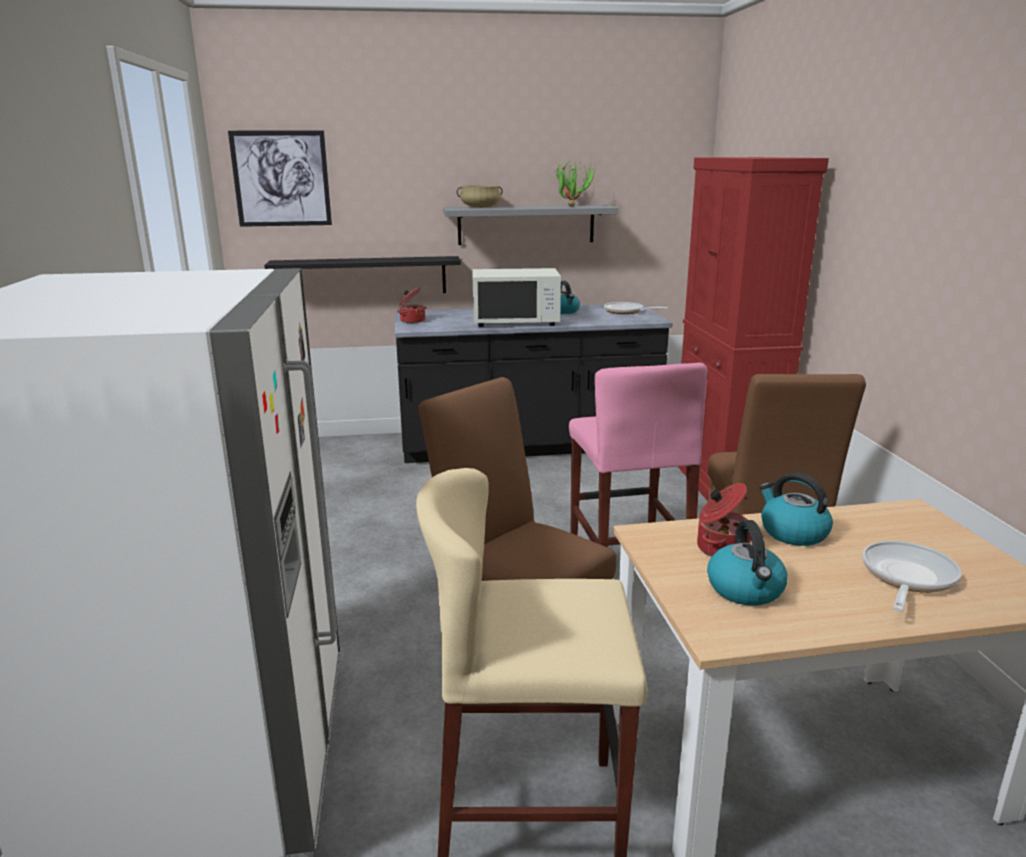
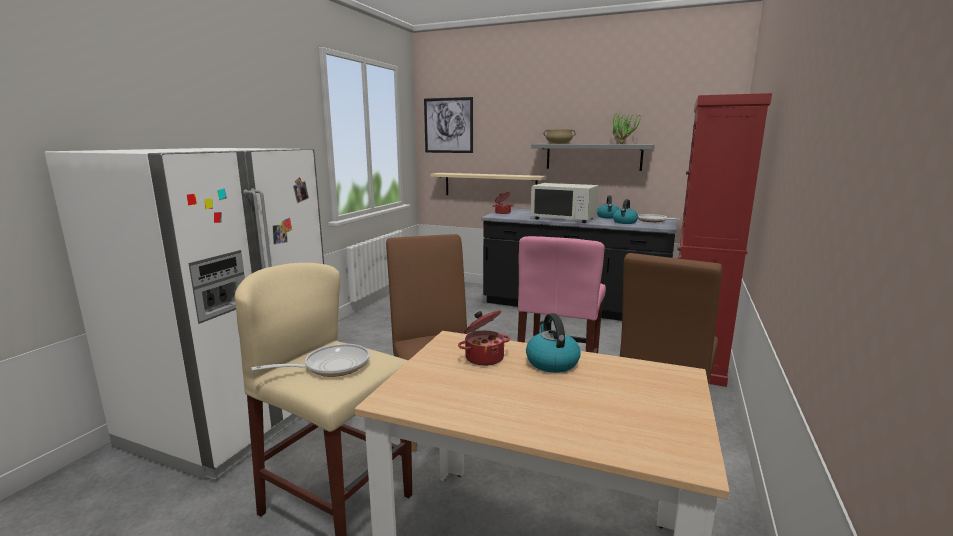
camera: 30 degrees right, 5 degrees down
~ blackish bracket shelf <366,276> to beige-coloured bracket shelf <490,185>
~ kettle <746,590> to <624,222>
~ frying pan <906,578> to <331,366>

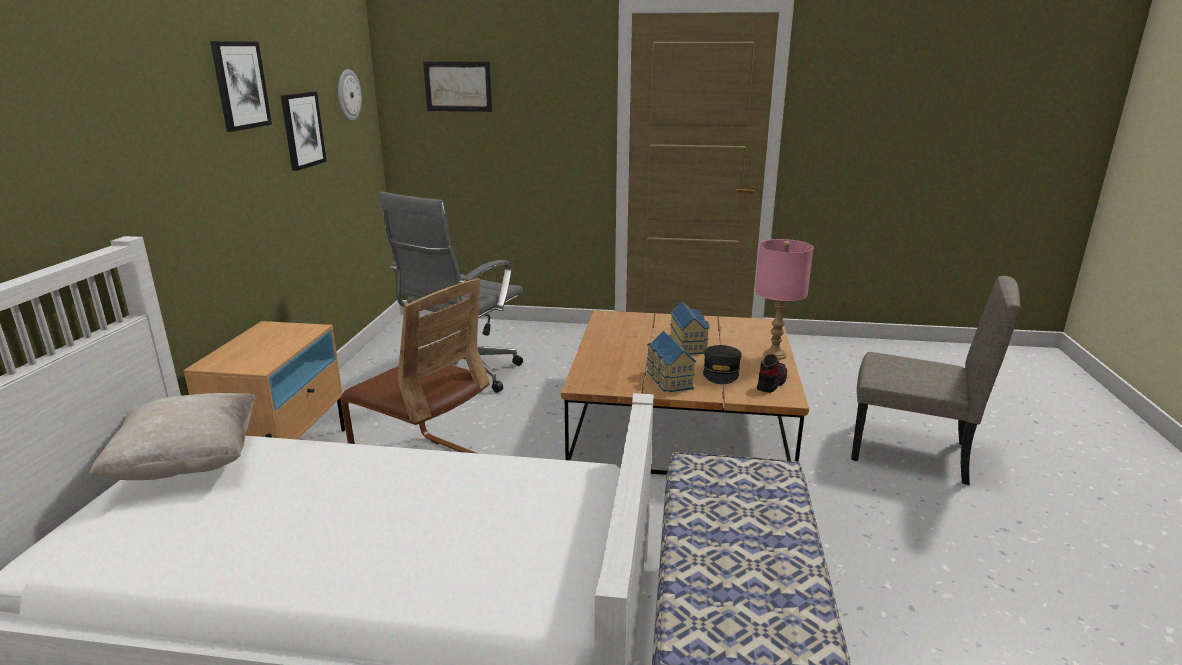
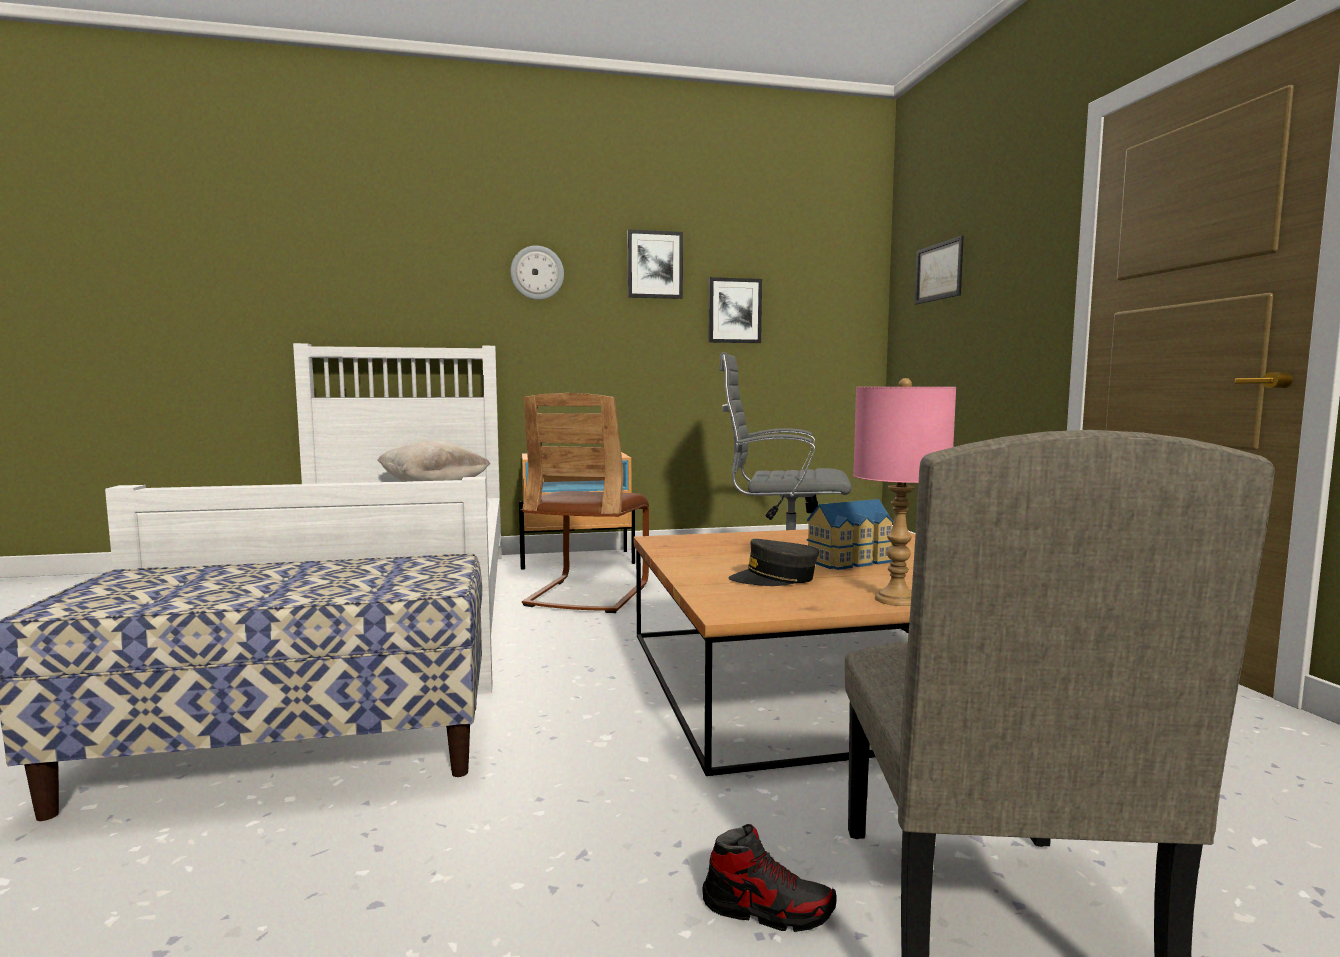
camera: 70 degrees right, 15 degrees down
~ clock on the wall <348,95> to <537,273>
- toy house <668,379>
~ item of footwear <771,383> to <767,909>

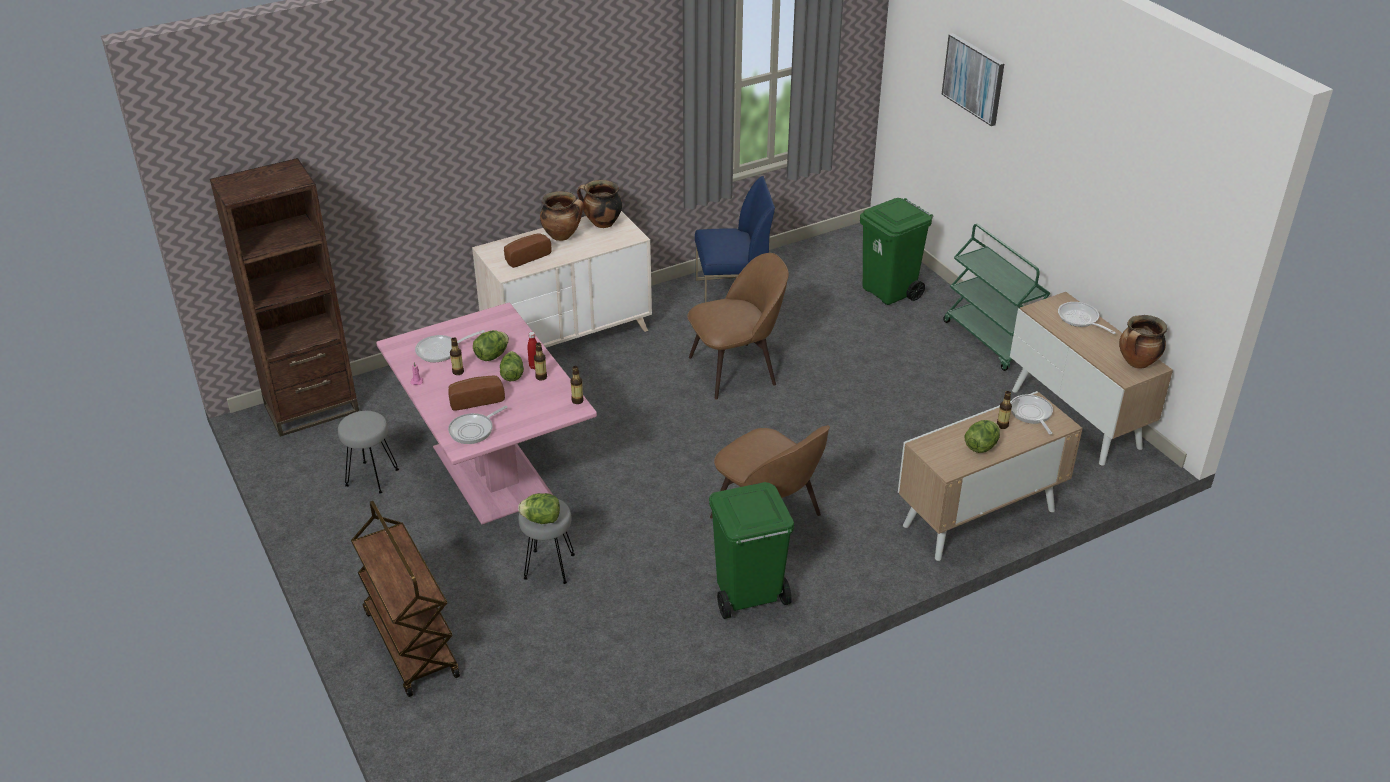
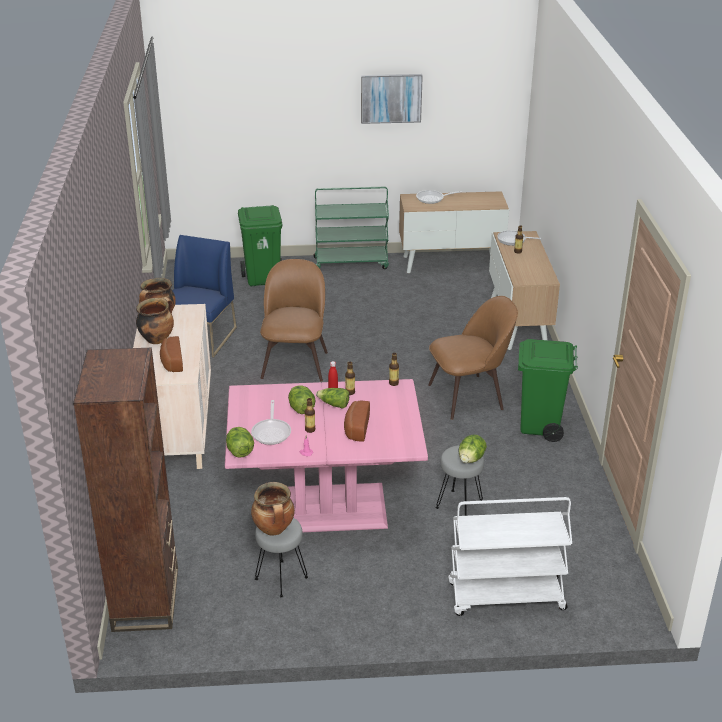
camera: 65 degrees left, 5 degrees down
~ brownish wheeled cart <410,643> to white-coloured wheeled cart <505,597>
- frying pan <474,430>
~ wall art <974,78> to <391,98>
~ lettuce <981,446> to <240,451>
~ saucepot <1137,363> to <274,529>

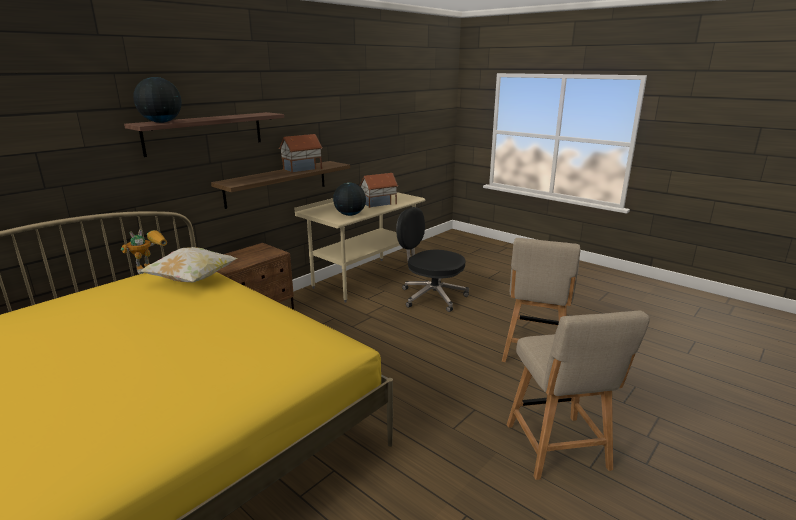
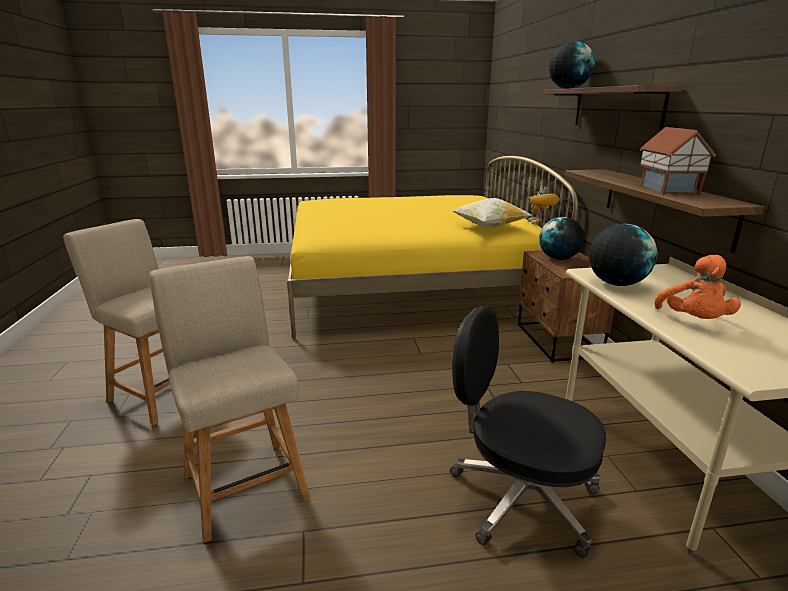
camera: 130 degrees right, 0 degrees up
~ toy house <379,204> to orangey cuddly toy <693,321>
~ blackish desk chair <431,296> = <520,497> 135 degrees counterclockwise
+ globe <559,258>

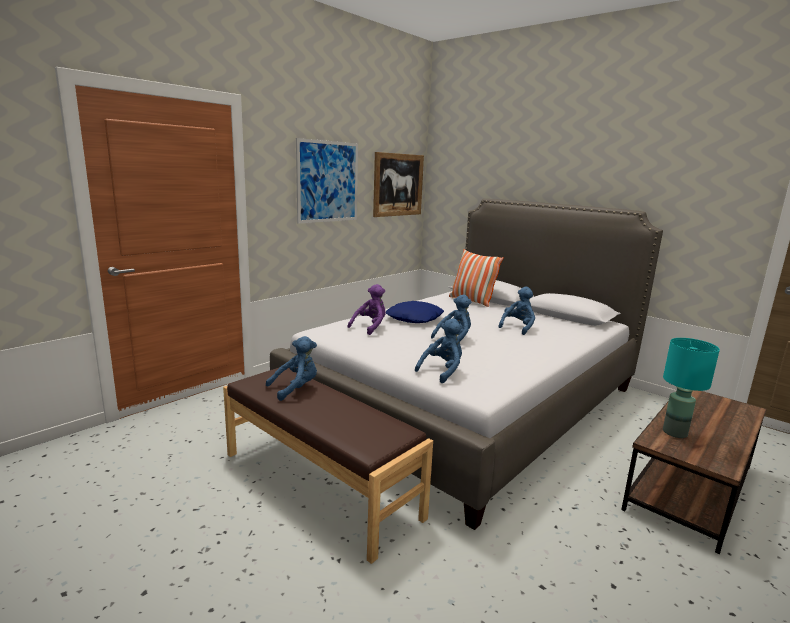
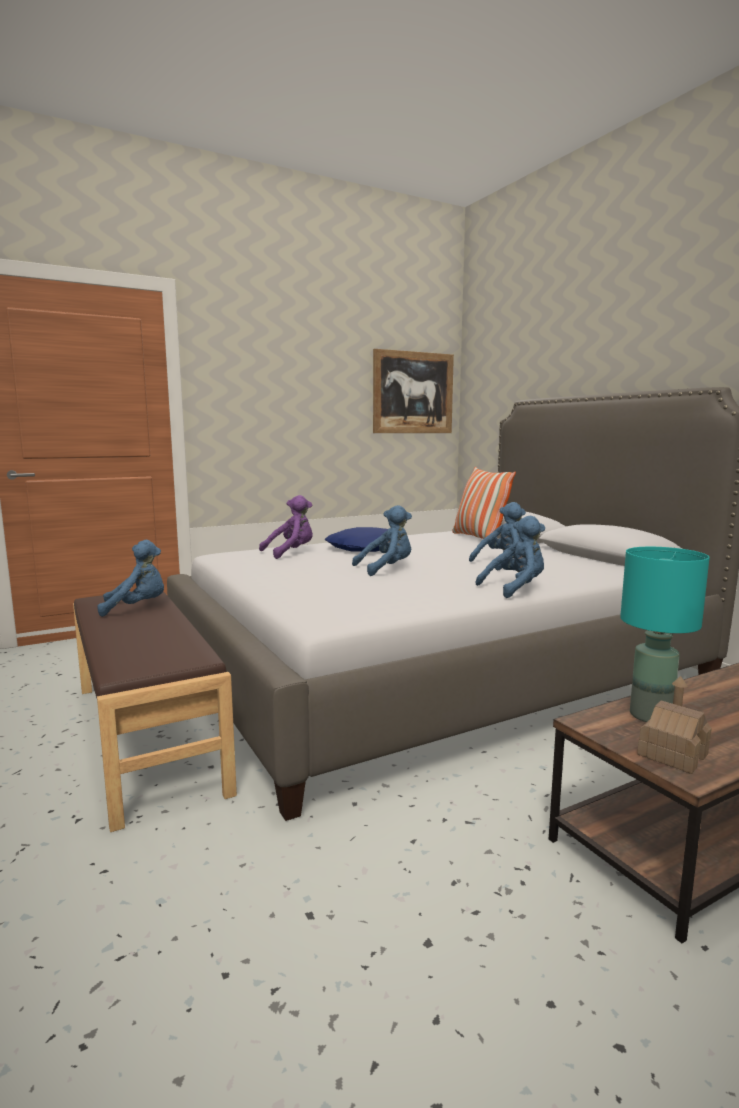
camera: 20 degrees right, 5 degrees down
- wall art <328,182>
~ blue cuddly toy <442,371> to <515,588>
+ toy house <672,754>

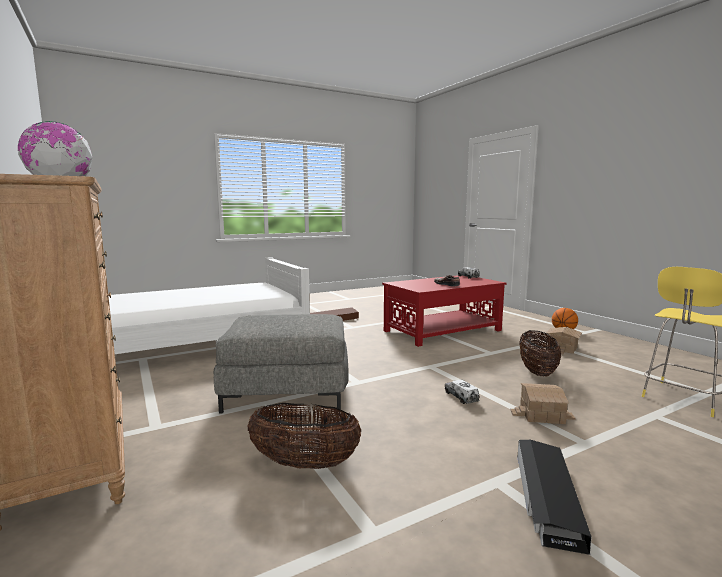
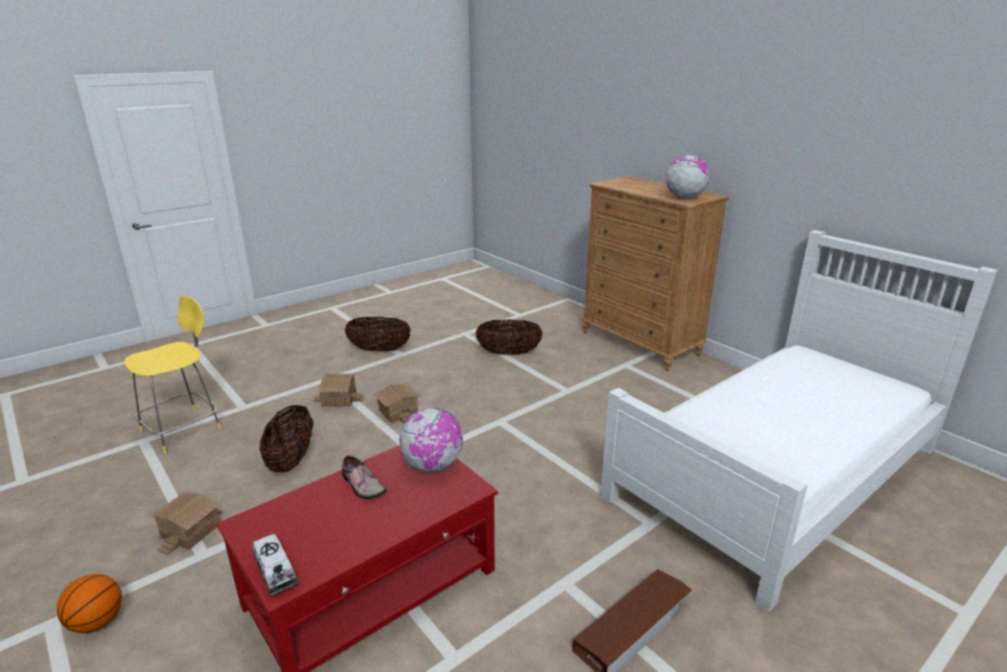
camera: 170 degrees right, 15 degrees up
- gray pouffe <285,391>
~ toy truck <461,397> to toy house <399,411>
~ blackish storage box <547,498> to basket <379,350>
+ globe <433,465>

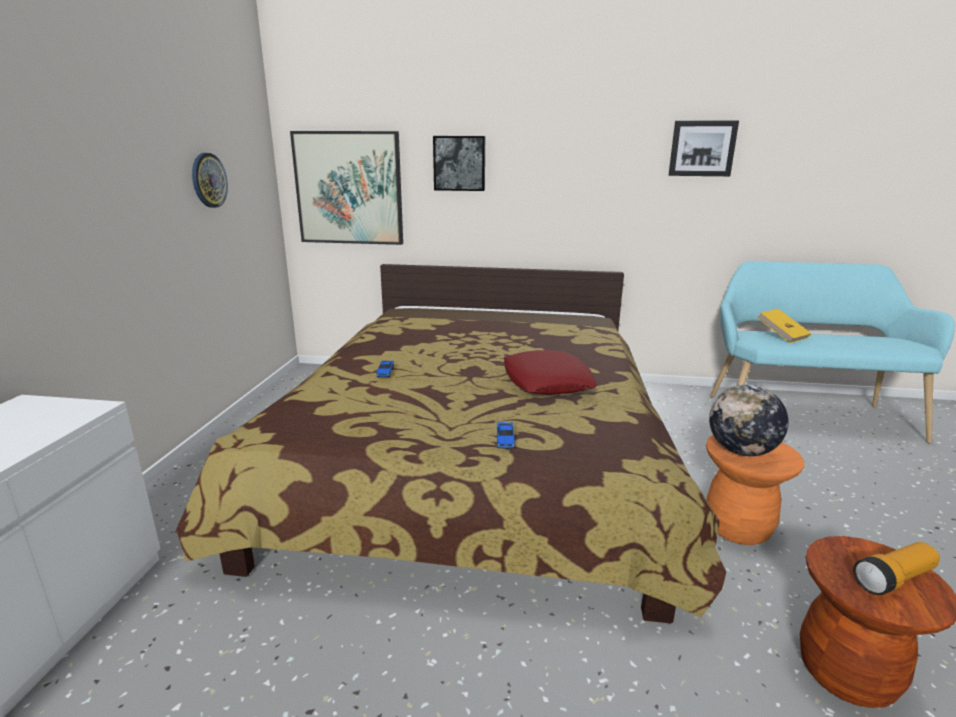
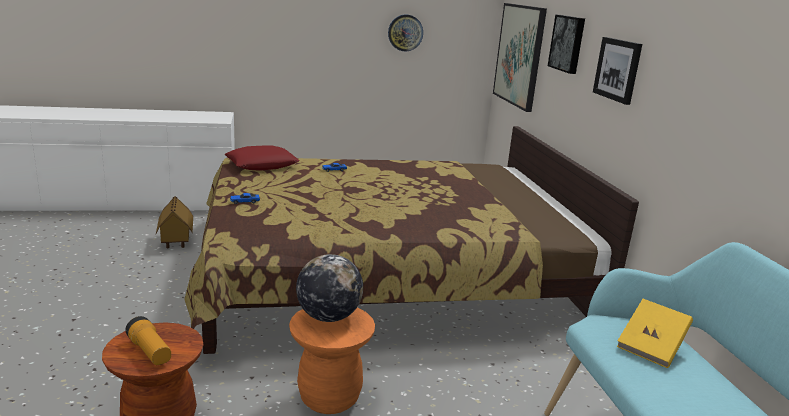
camera: 70 degrees right, 0 degrees up
~ red pillow <546,381> to <262,164>
~ wall art <702,148> to <618,69>
+ toy house <175,242>

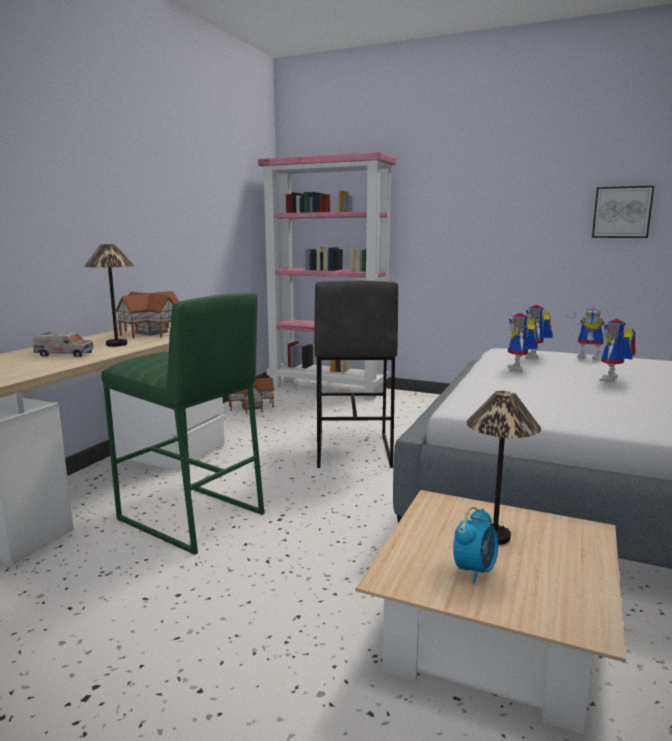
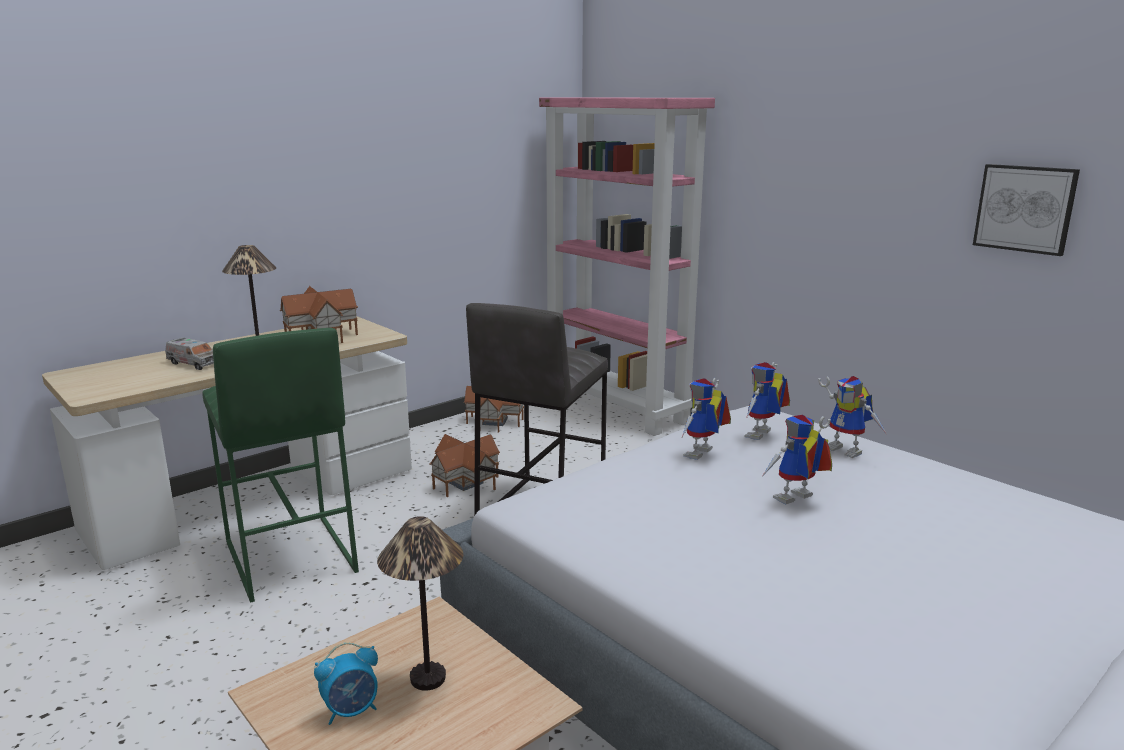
camera: 25 degrees right, 5 degrees up
+ toy house <467,483>

